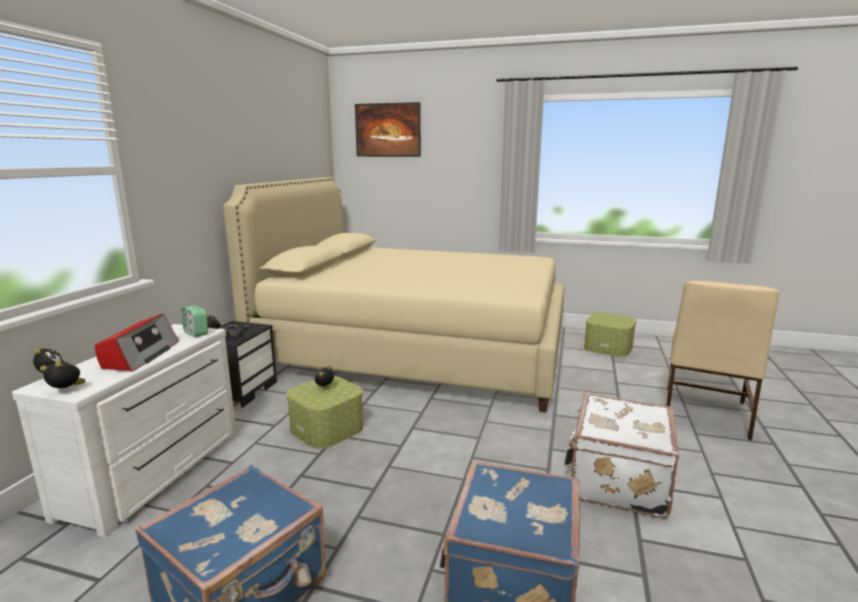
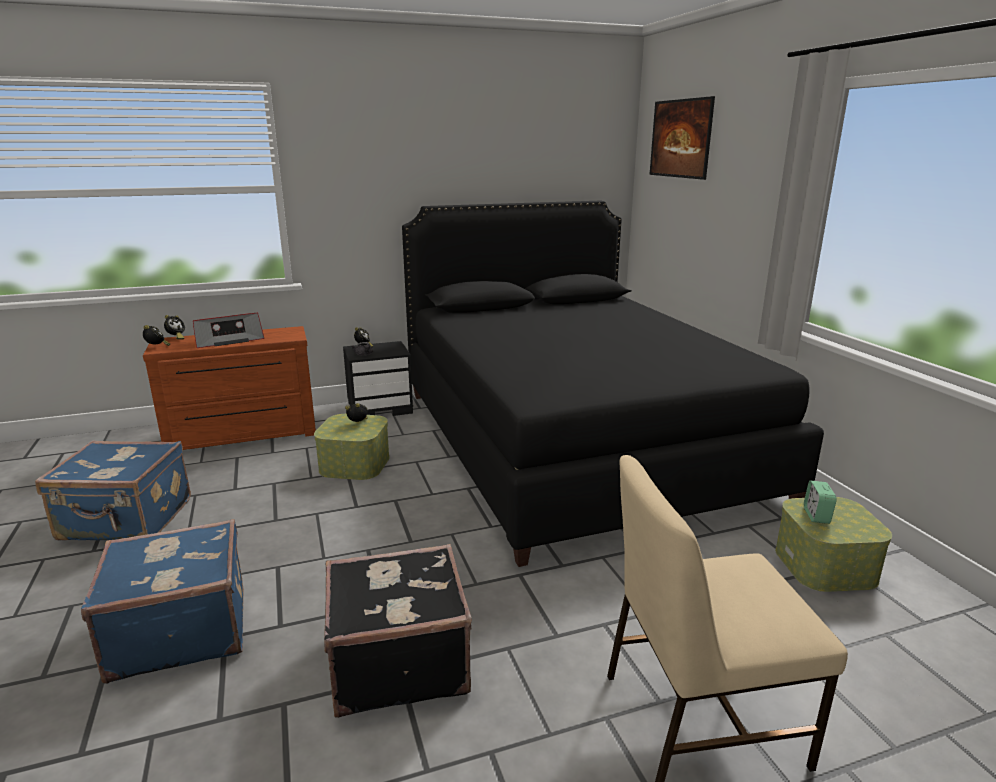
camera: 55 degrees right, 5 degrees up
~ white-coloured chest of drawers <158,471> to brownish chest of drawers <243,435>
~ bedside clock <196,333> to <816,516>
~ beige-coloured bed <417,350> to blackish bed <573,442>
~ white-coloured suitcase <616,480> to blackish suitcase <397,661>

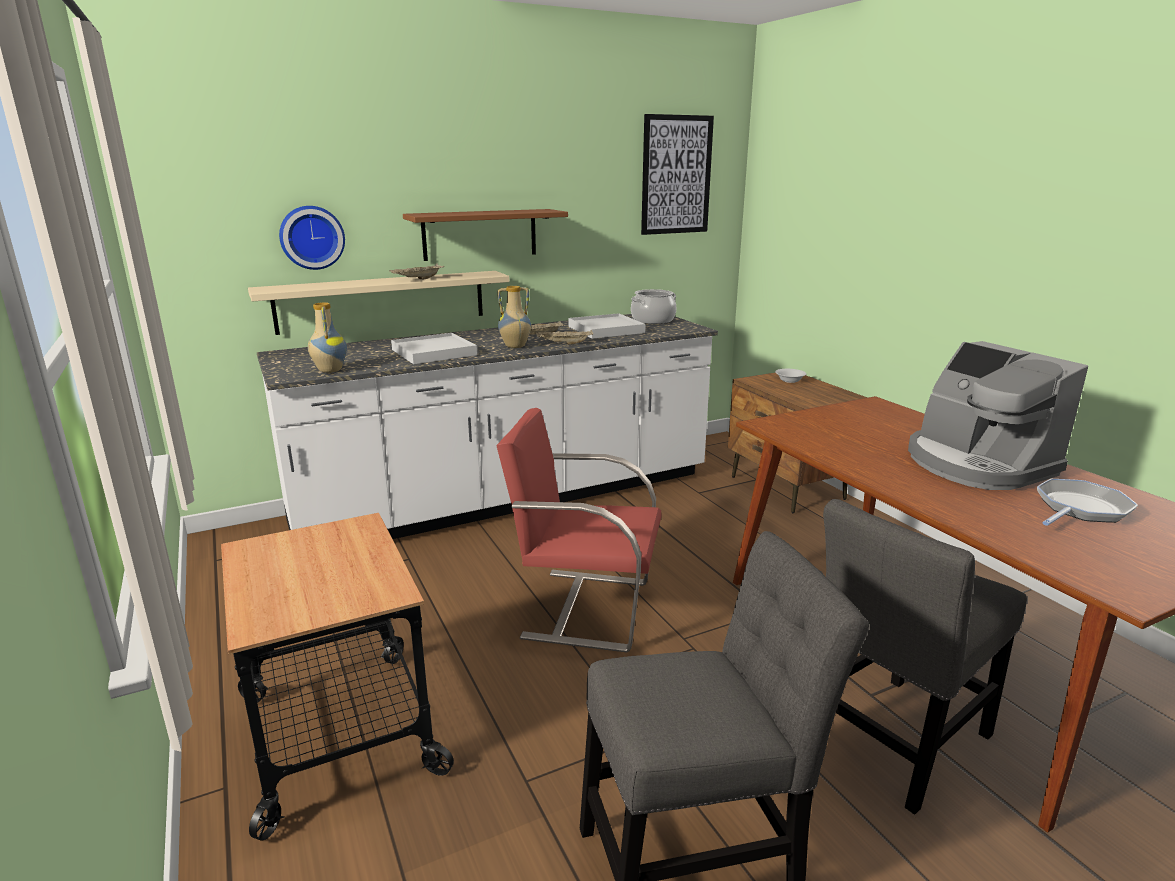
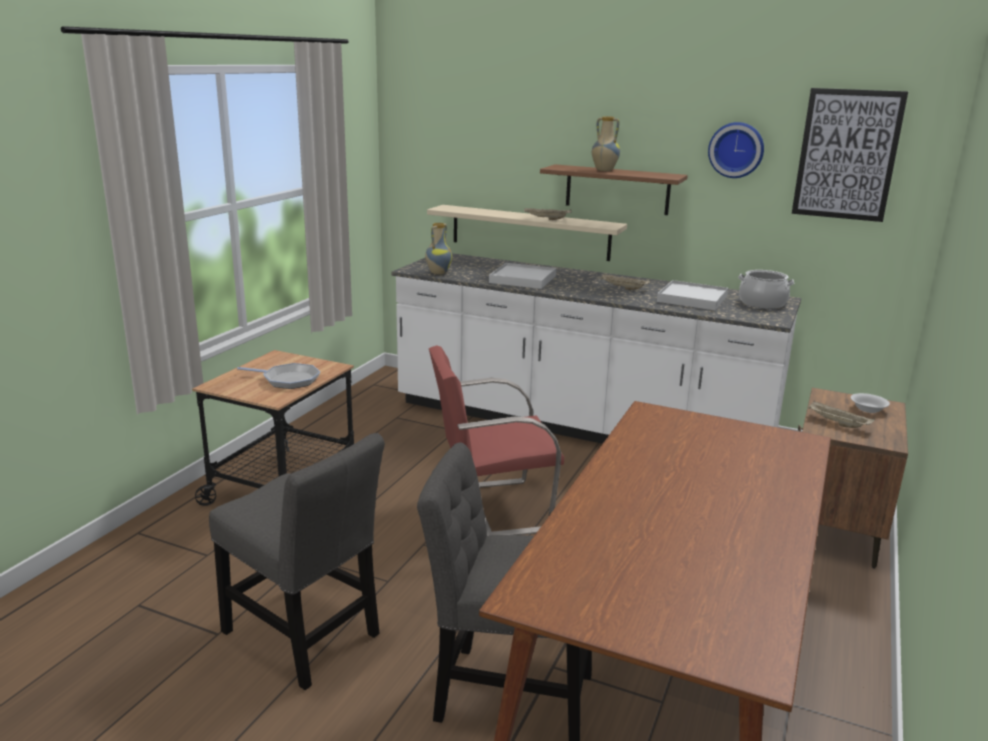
camera: 50 degrees right, 0 degrees up
~ clock on the wall <312,237> to <736,150>
~ red chair <584,607> = <491,508> 75 degrees counterclockwise
~ decorative vase <515,347> to <603,170>
~ beige-coloured tray <564,344> to <836,423>
- coffee brewer <976,464>
~ frying pan <1080,509> to <288,380>

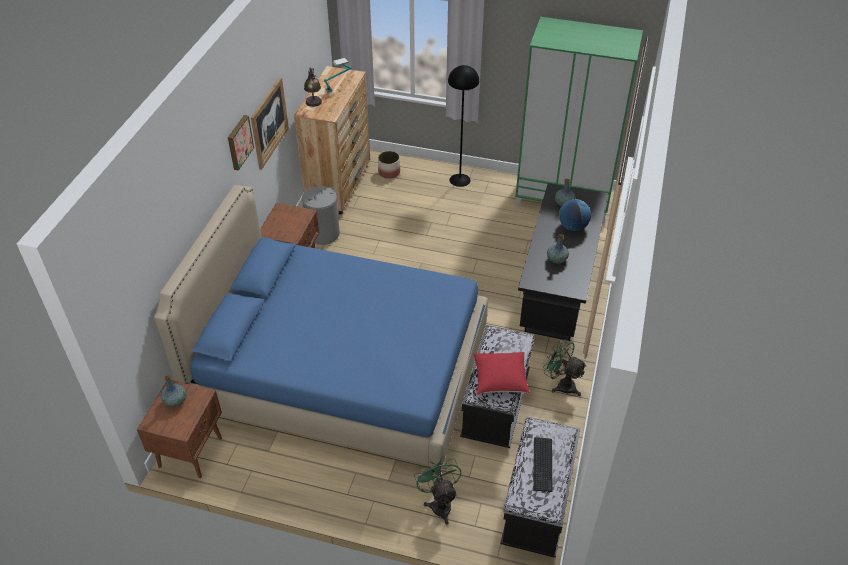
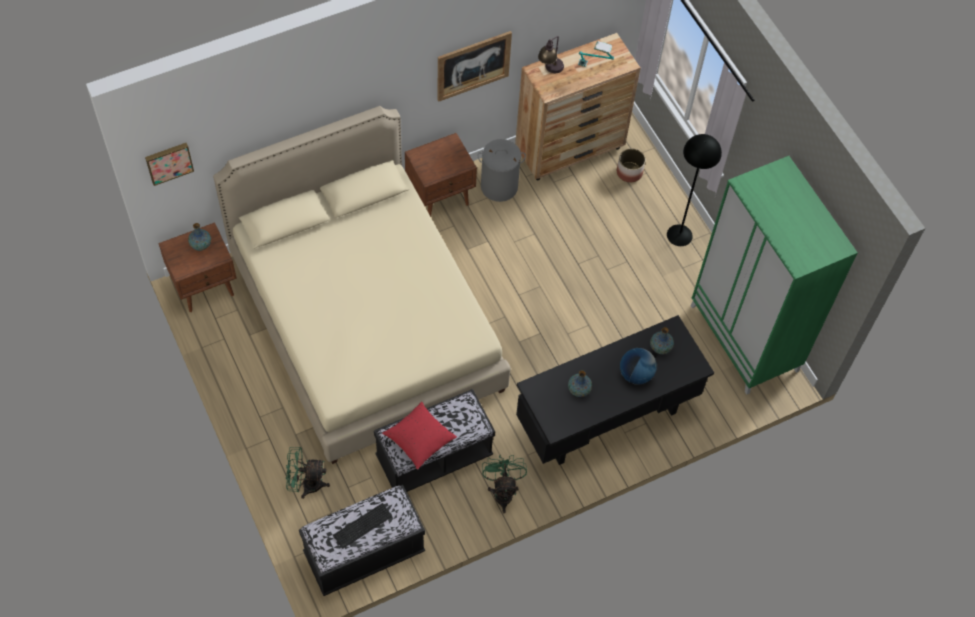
camera: 45 degrees right, 15 degrees up
~ blue bed <342,371> to beige-coloured bed <365,322>
~ wall art <239,142> to <169,162>
~ green electric fan <439,503> = <306,484> 120 degrees counterclockwise

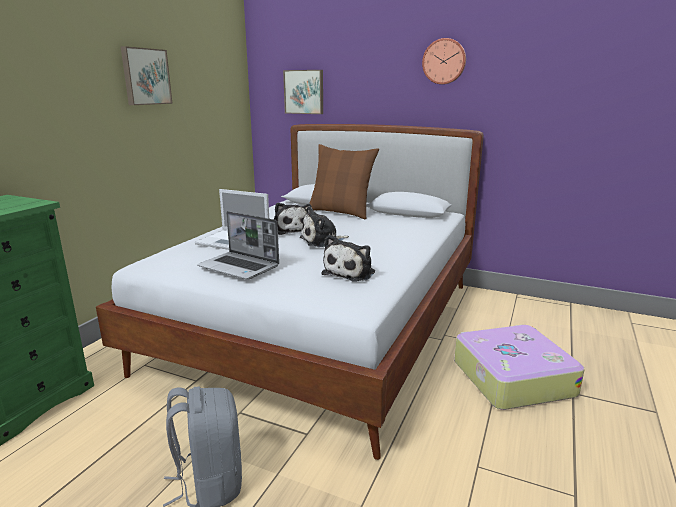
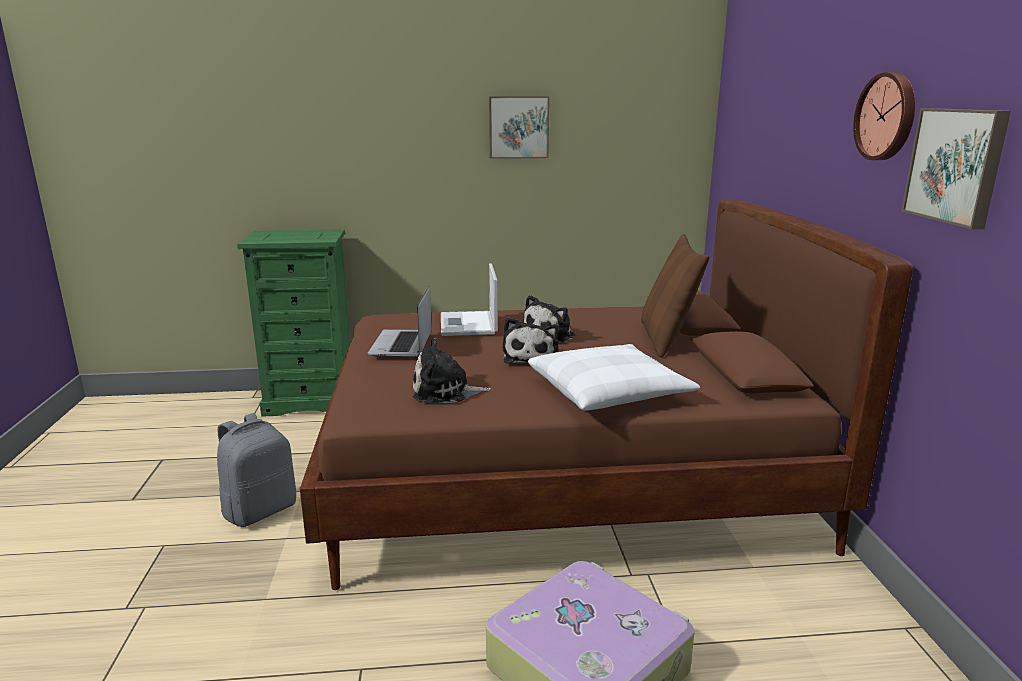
camera: 60 degrees right, 0 degrees up
~ white-coloured bed <325,326> to brownish bed <561,477>
~ wall art <304,92> to <957,165>
~ cuddly toy <323,241> = <531,357> 120 degrees counterclockwise
+ white-coloured pillow <609,392>

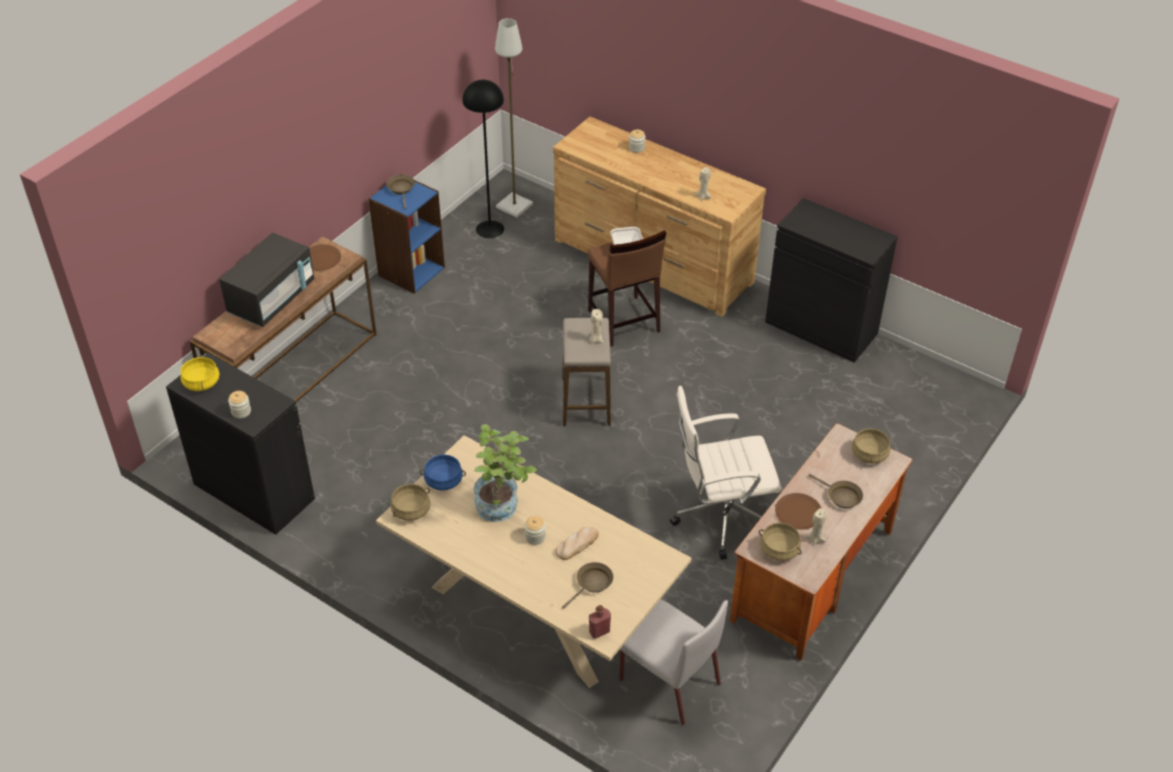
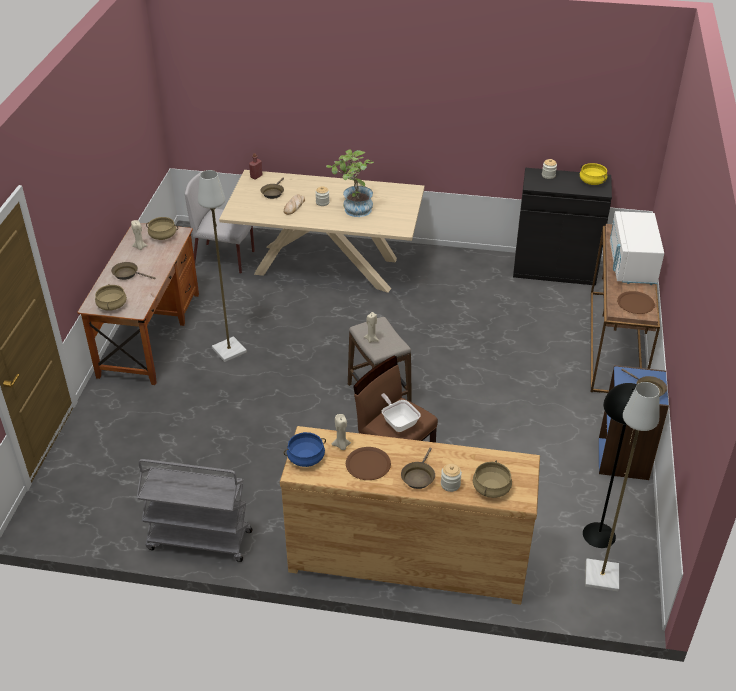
camera: 155 degrees right, 5 degrees down
~ blackish microwave <272,298> to white-coloured microwave <631,265>
~ beige-coloured saucepot <411,511> to <491,488>
~ blue saucepot <443,481> to <306,457>
~ white-coloured desk chair <721,516> to gray standard lamp <230,350>
~ blackish storage cabinet <821,328> to gray wheeled cart <198,540>
~ brownish flat dish <798,512> to <368,464>
+ brownish frying pan <418,476>

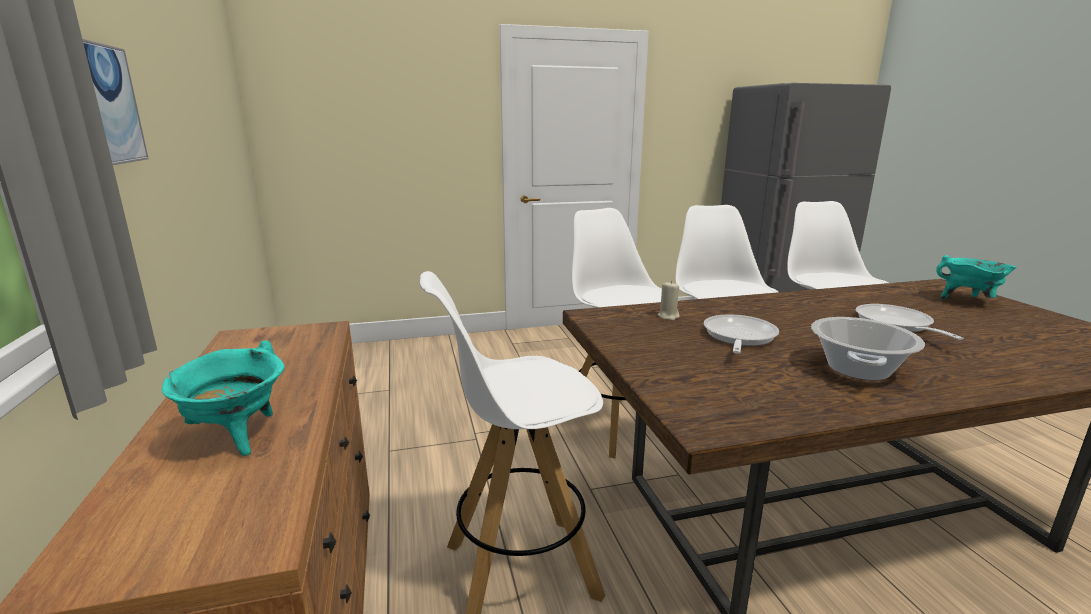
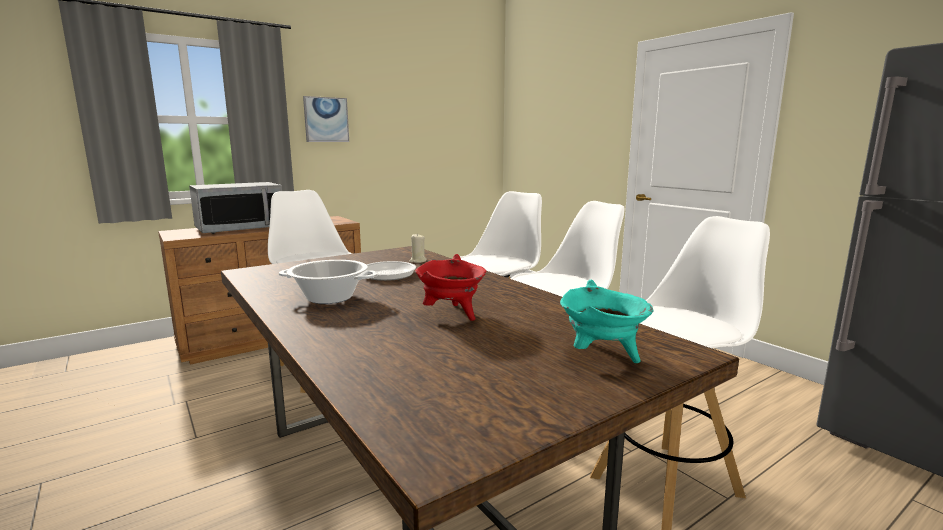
camera: 70 degrees right, 5 degrees down
~ turquoise saucepot <237,437> to microwave <240,229>
~ frying pan <896,325> to red saucepot <452,315>

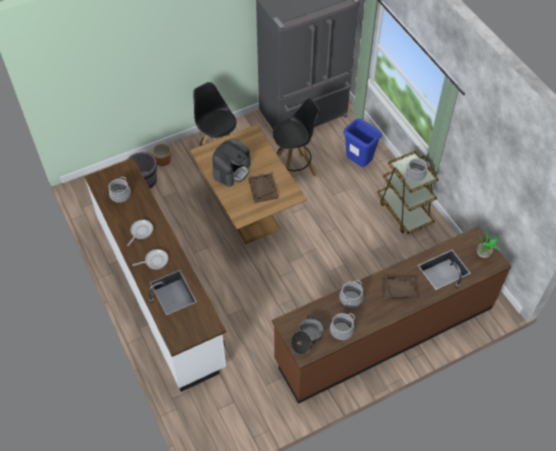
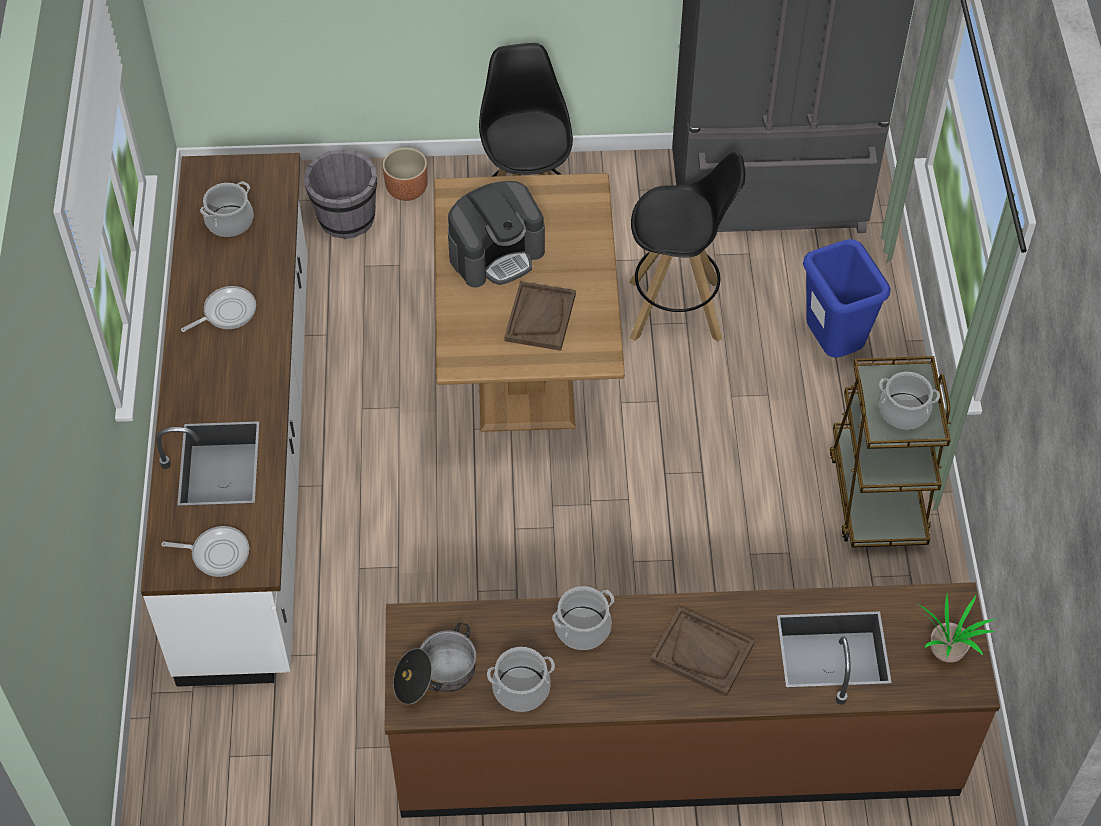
camera: 25 degrees right, 0 degrees up
~ frying pan <155,261> to <217,553>

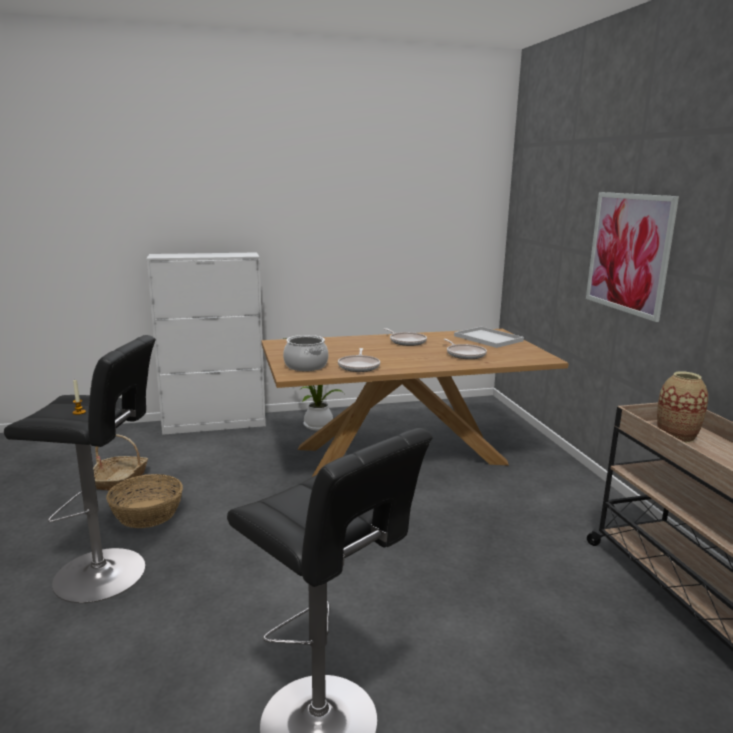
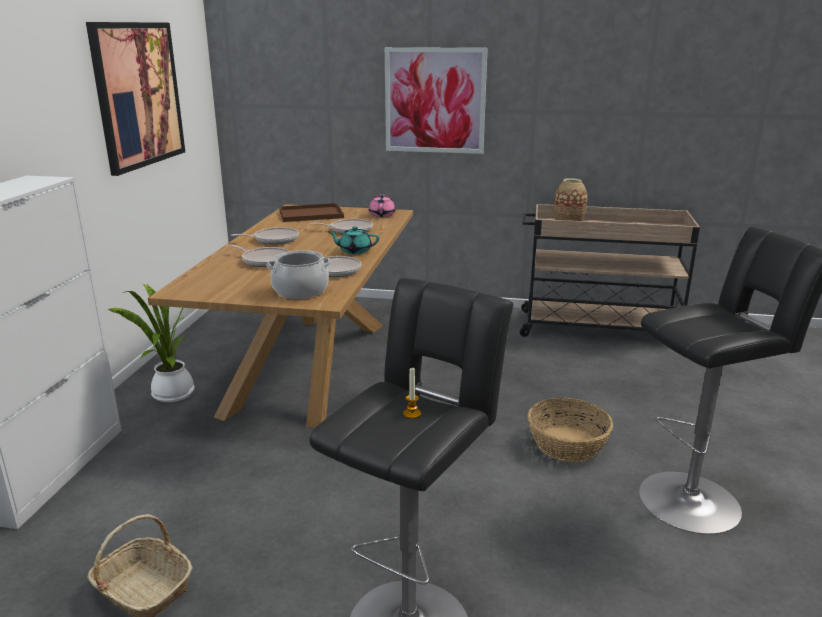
camera: 65 degrees left, 5 degrees up
~ basket <148,513> to <566,444>
~ white-coloured tray <487,338> to brownish tray <309,214>
+ wall art <138,95>
+ frying pan <264,260>
+ turquoise teapot <354,251>
+ pink teapot <382,214>

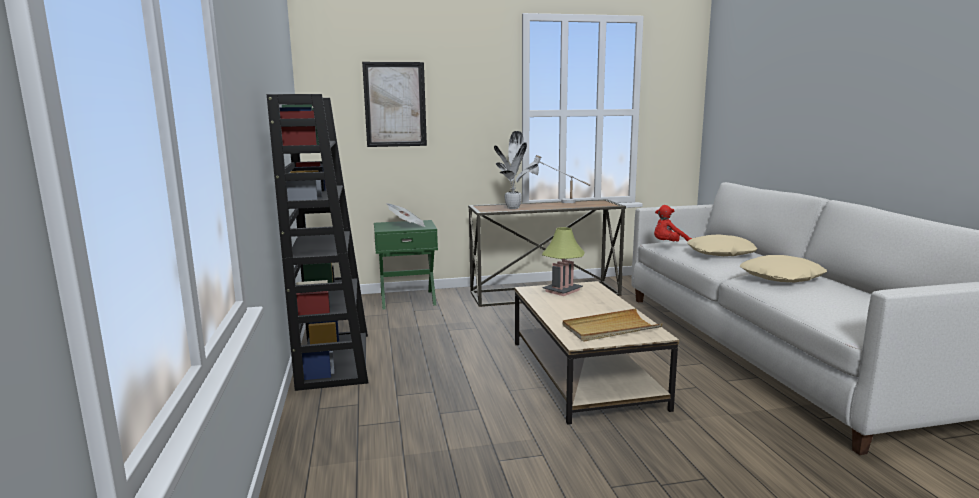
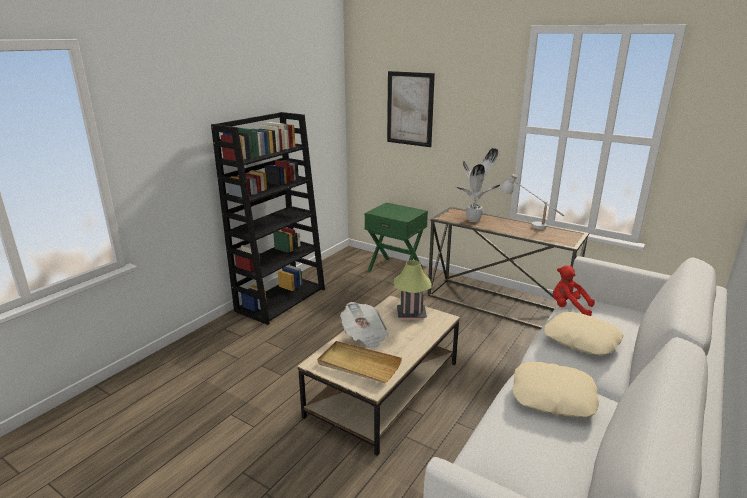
camera: 45 degrees right, 10 degrees up
~ daily paper <407,225> to <364,336>

